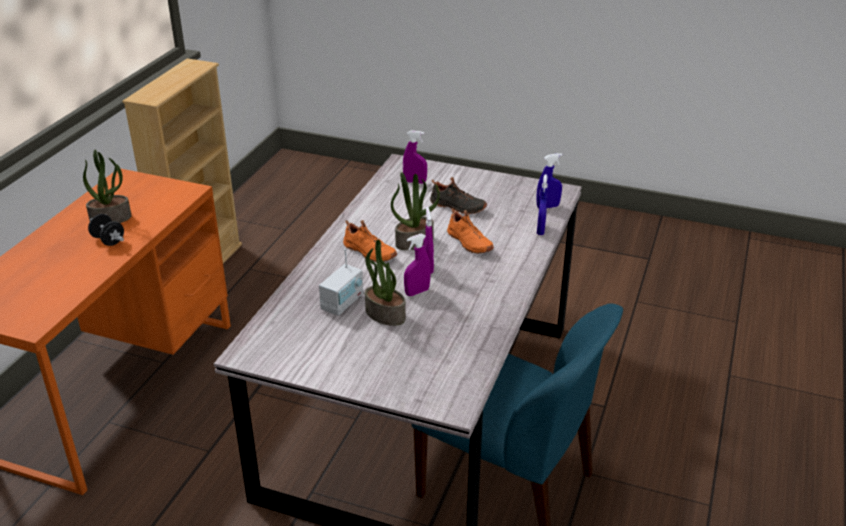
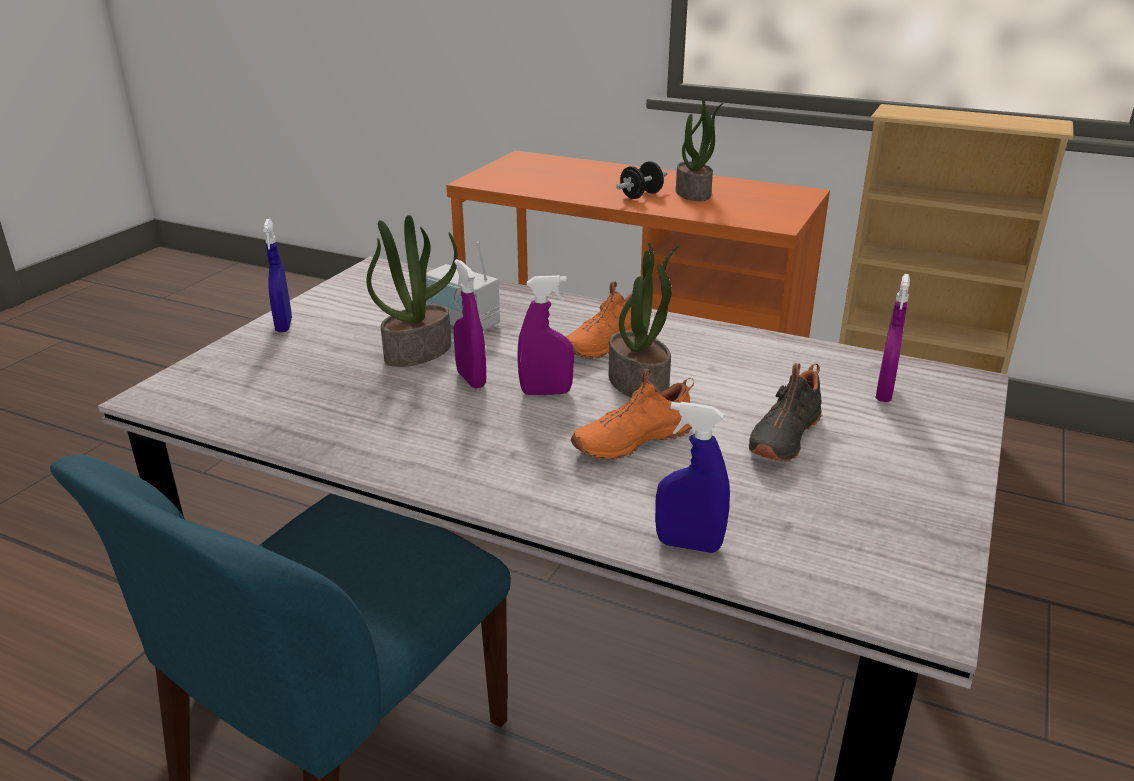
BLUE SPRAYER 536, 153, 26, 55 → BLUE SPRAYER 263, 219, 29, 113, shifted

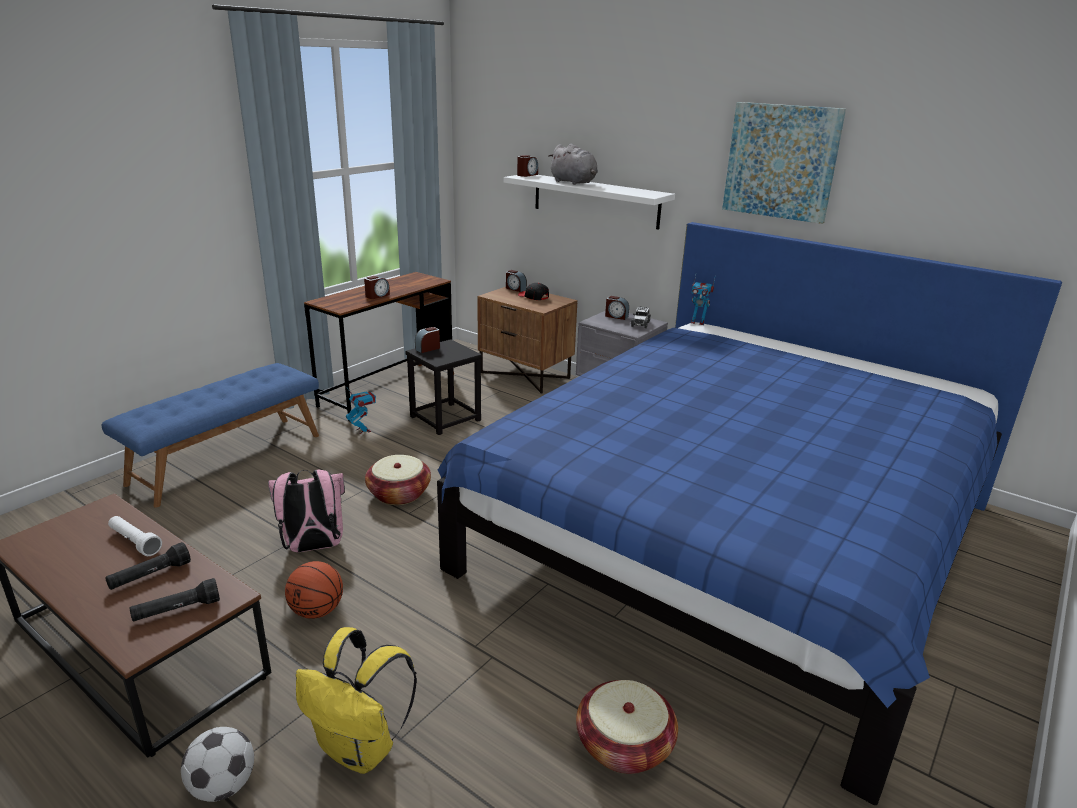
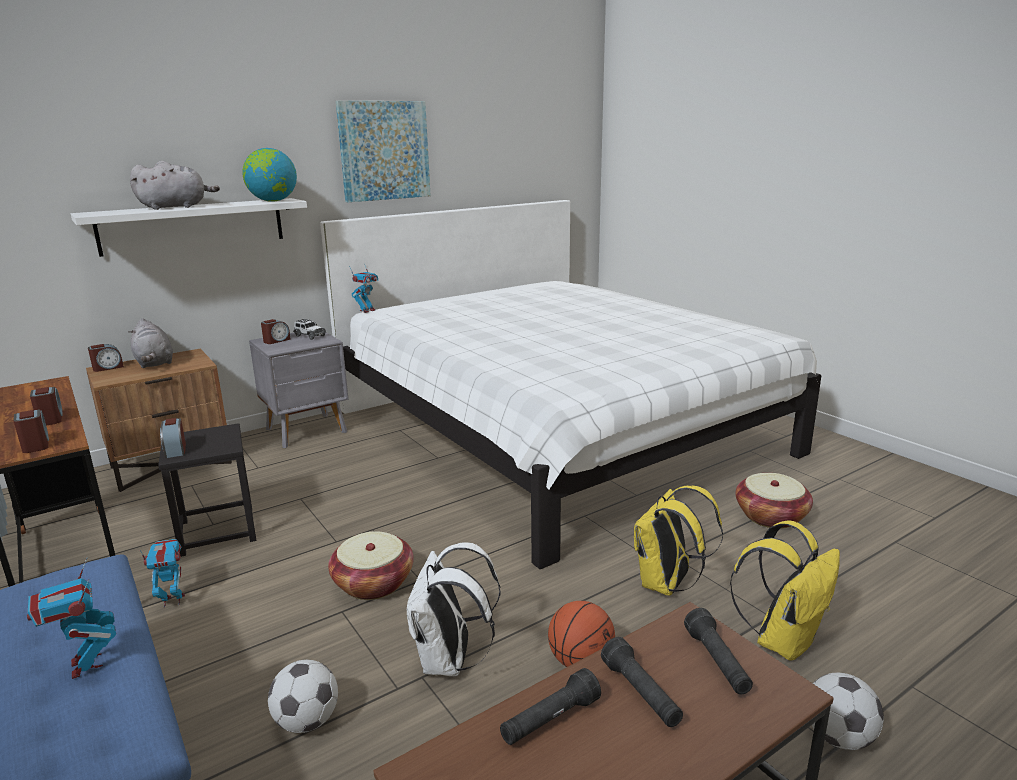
BEDSIDE CLOCK 517, 155, 21, 22 → BEDSIDE CLOCK 13, 409, 36, 44, shifted
- → MODEL ROBOT 27, 557, 89, 122
BLACK-COLOURED PEAKED CAP 518, 283, 31, 17 → GRAY PLUSH TOY 128, 318, 45, 50
- → GLOBE 242, 148, 55, 54
- → FOOTBALL BALL 268, 660, 70, 73
BLUE BEDROOM BED 437, 222, 625, 583 → WHITE-COLOURED BEDROOM BED 320, 200, 502, 369
PINK RUCKSACK 268, 470, 77, 82 → WHITE-COLOURED RUCKSACK 407, 542, 94, 134
WHITE-COLOURED HAND TORCH 108, 516, 54, 40 → BLACK-COLOURED HAND TORCH 500, 668, 101, 77
- → YELLOWISH RUCKSACK 634, 485, 89, 111

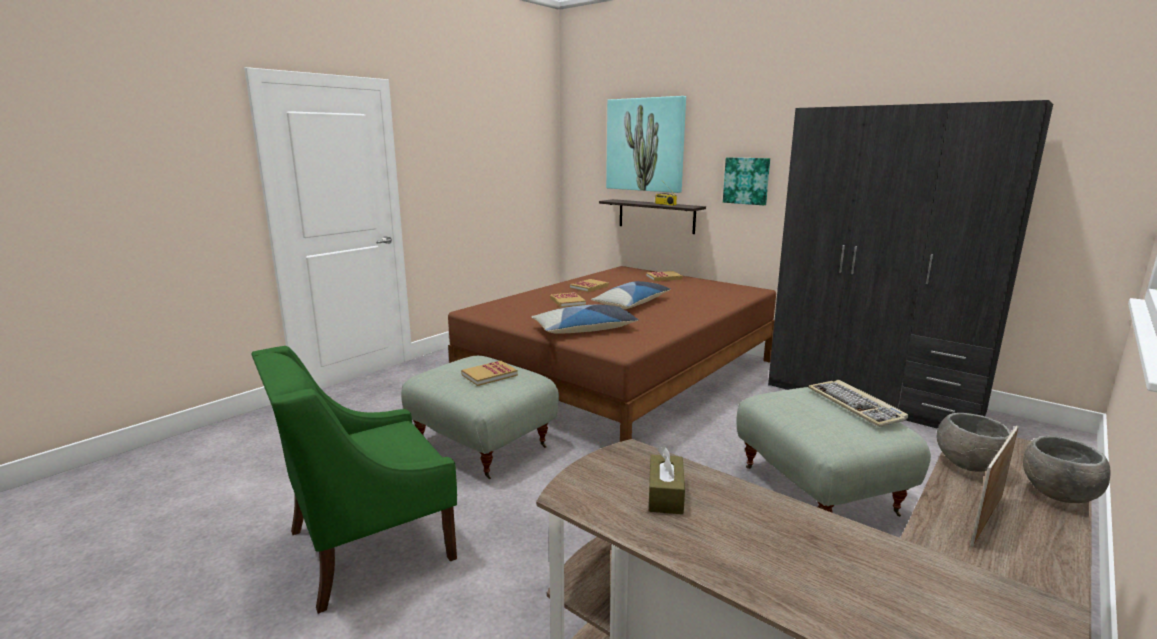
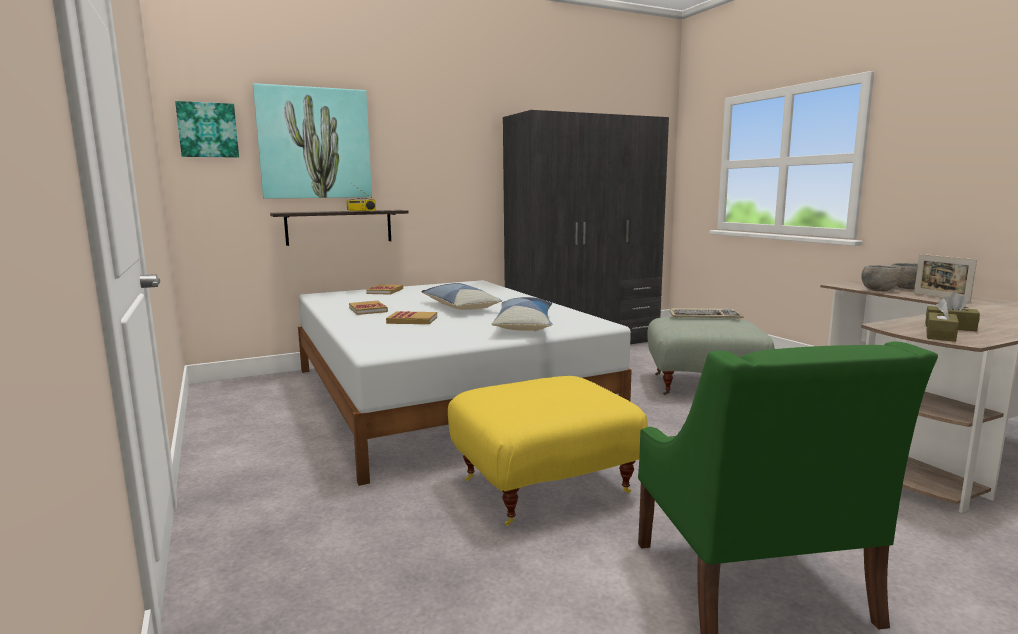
WALL ART 723, 157, 47, 48 → WALL ART 175, 101, 64, 57, shifted
BROWN BEDROOM BED 448, 266, 328, 176 → WHITE-COLOURED BEDROOM BED 298, 280, 334, 206
GRAY POUFFE 401, 356, 158, 123 → YELLOWISH POUFFE 448, 376, 200, 150
- → BROWN BOX OF TISSUES 926, 298, 33, 44
BOUND BOOK 461, 361, 57, 25 → -

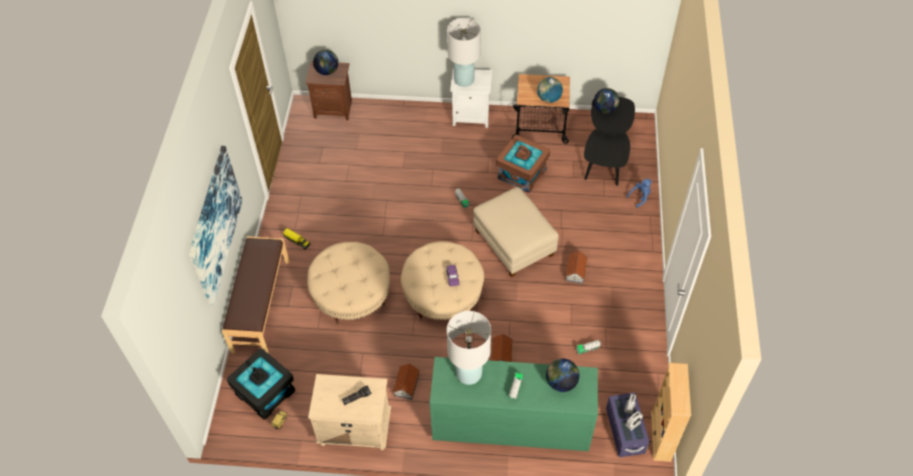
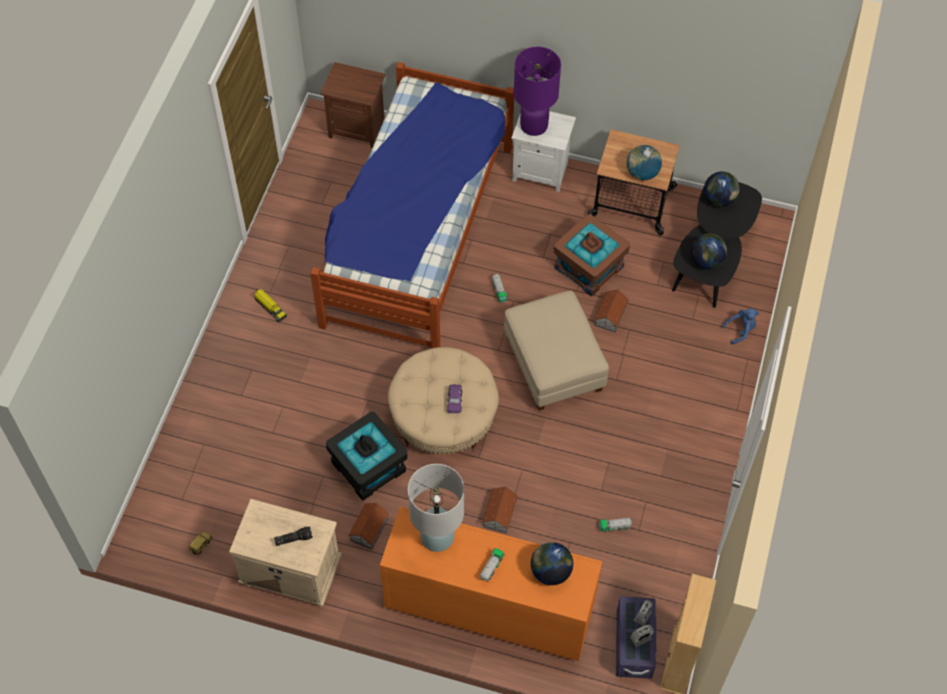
- → BEDROOM BED 310, 62, 204, 286
BLACK-COLOURED STORAGE BIN 227, 349, 68, 71 → BLACK-COLOURED STORAGE BIN 326, 412, 81, 89, shifted
GREENISH DRESSER 430, 357, 168, 94 → ORANGE DRESSER 380, 507, 222, 154
WHITE-COLOURED TABLETOP LAMP 447, 18, 34, 69 → PURPLISH TABLETOP LAMP 514, 47, 47, 89
MODEL HOUSE 566, 250, 21, 34 → MODEL HOUSE 594, 289, 35, 43, shifted
GLOBE 313, 50, 25, 25 → GLOBE 691, 234, 36, 36, shifted
WALL ART 189, 146, 54, 159 → -
BROWN LONG SEAT 222, 236, 68, 118 → -
BEIGE POUFFE 307, 242, 83, 82 → -

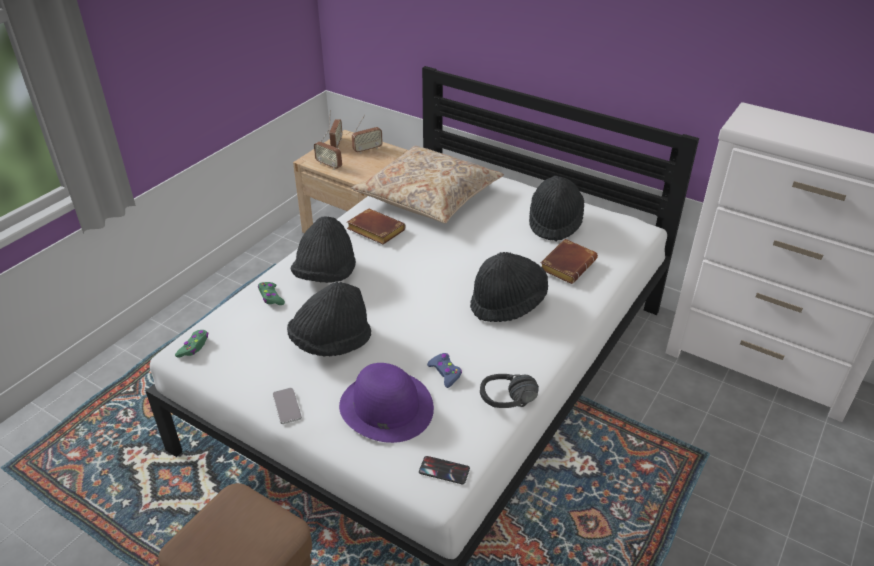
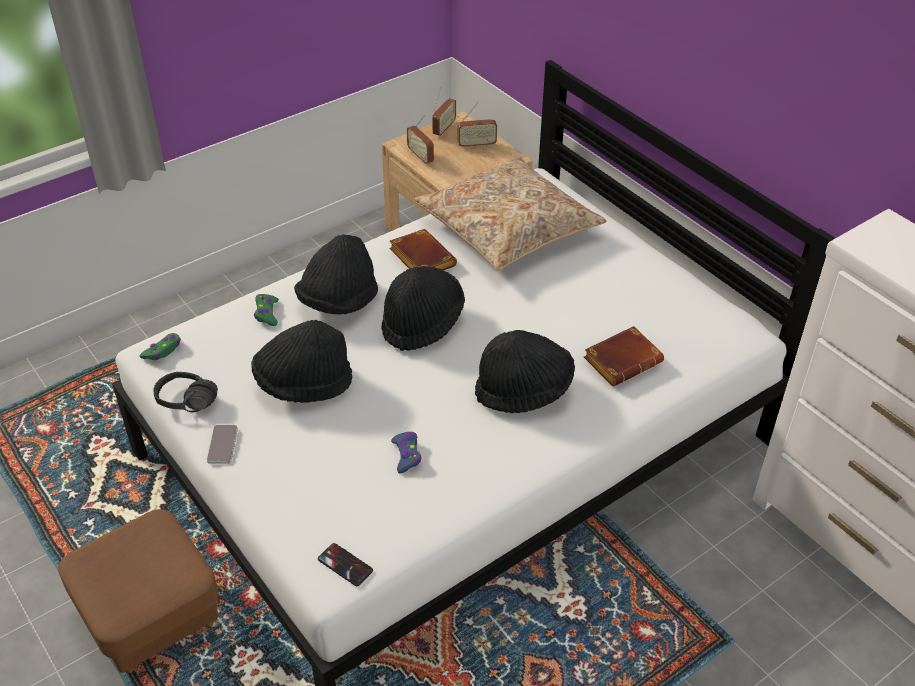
BLACK-COLOURED HEADPHONES 480, 374, 59, 34 → BLACK-COLOURED HEADPHONES 153, 372, 65, 40, shifted
BLACK-COLOURED WEARABLE HAT 529, 176, 55, 65 → BLACK-COLOURED WEARABLE HAT 382, 266, 83, 85, shifted
PURPLISH WEARABLE HAT 339, 363, 95, 80 → -

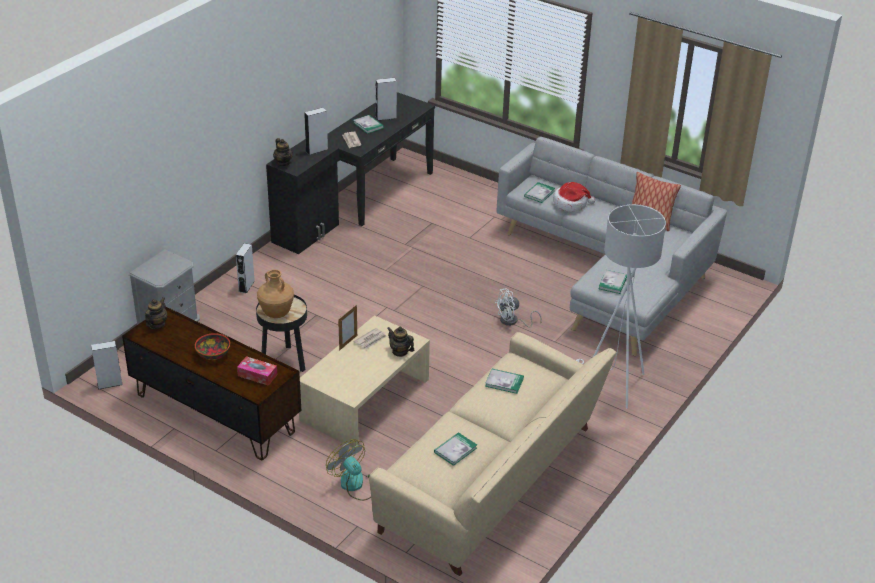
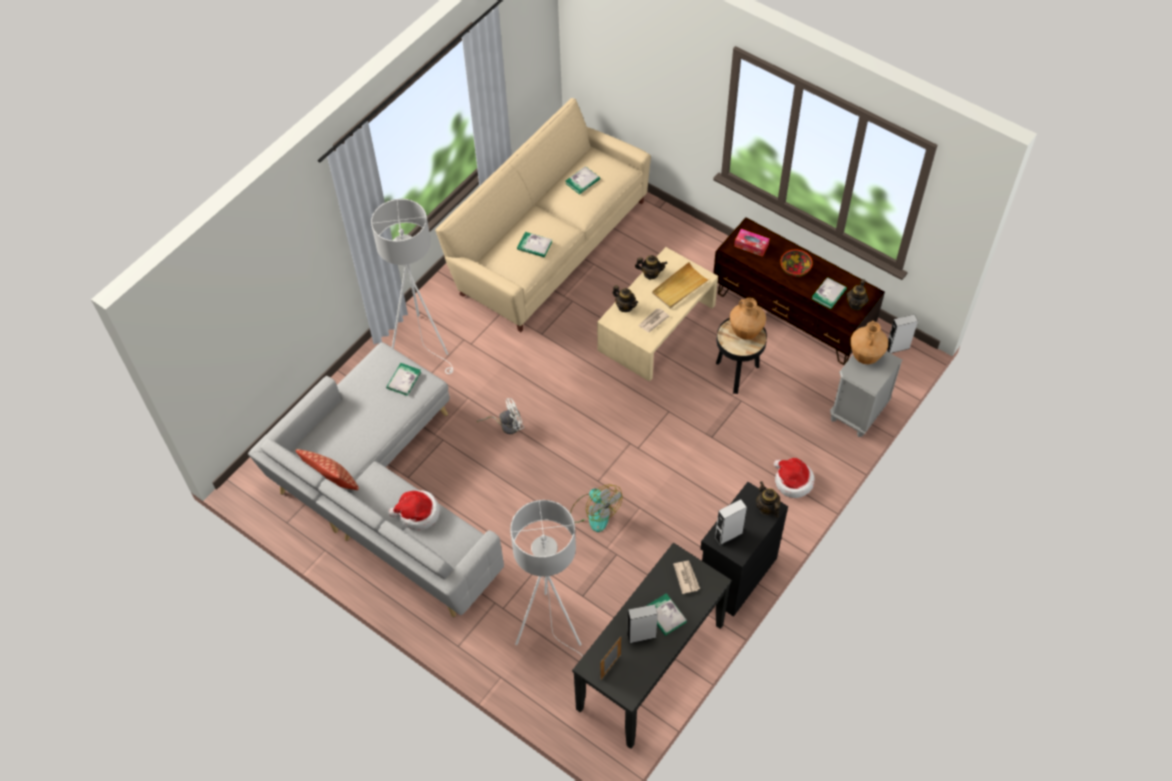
- → WHITE-COLOURED STANDARD LAMP 510, 500, 73, 156
COOLING FAN 326, 439, 45, 62 → COOLING FAN 570, 484, 52, 48, shifted
STANDING FRAME 338, 305, 19, 45 → STANDING FRAME 600, 637, 21, 43, shifted
- → TEAPOT 635, 255, 32, 24
- → BEIGE SERVING TRAY 652, 262, 57, 47
GRAY AUDIO SPEAKER 236, 243, 19, 50 → WEARABLE HAT 774, 458, 40, 40
BOUND BOOK 524, 182, 31, 21 → BOUND BOOK 812, 277, 35, 32, shifted
- → BROWN FLOWER VASE 851, 321, 37, 43

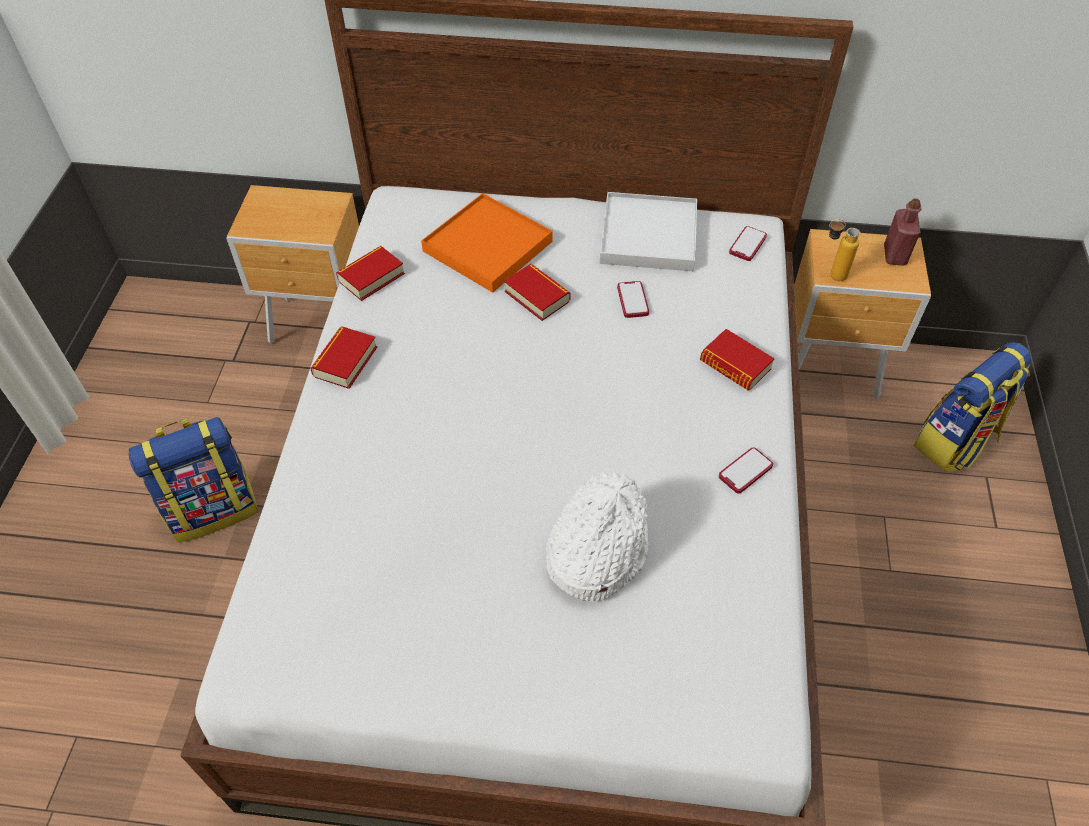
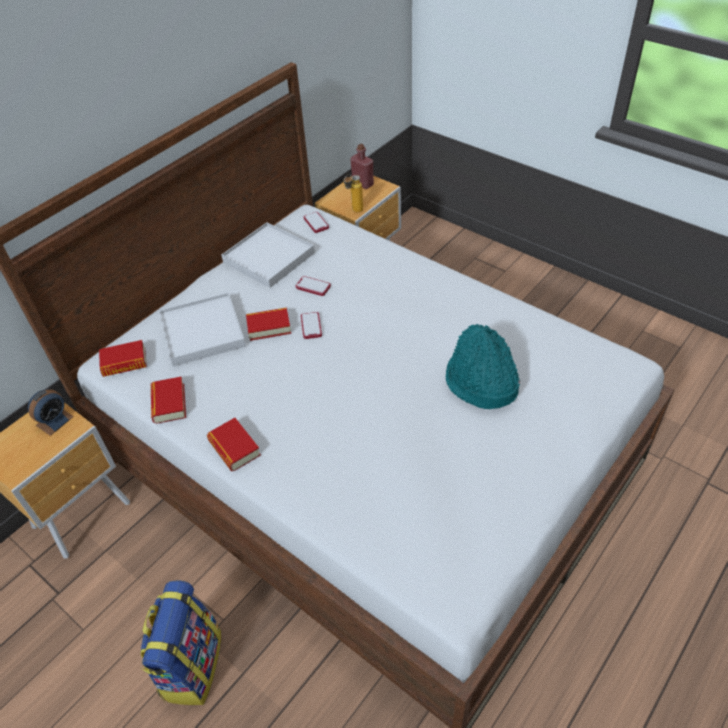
- → BEDSIDE CLOCK 28, 389, 46, 47
BOUND BOOK 700, 329, 75, 62 → BOUND BOOK 99, 340, 48, 37, shifted
ORANGE SERVING TRAY 421, 193, 132, 100 → WHITE-COLOURED SERVING TRAY 159, 292, 87, 74
PHONE 719, 447, 54, 47 → PHONE 301, 312, 21, 27, shifted
WHITE-COLOURED WEARABLE HAT 546, 472, 103, 130 → TURQUOISE WEARABLE HAT 445, 324, 75, 85
RUCKSACK 914, 342, 117, 130 → -

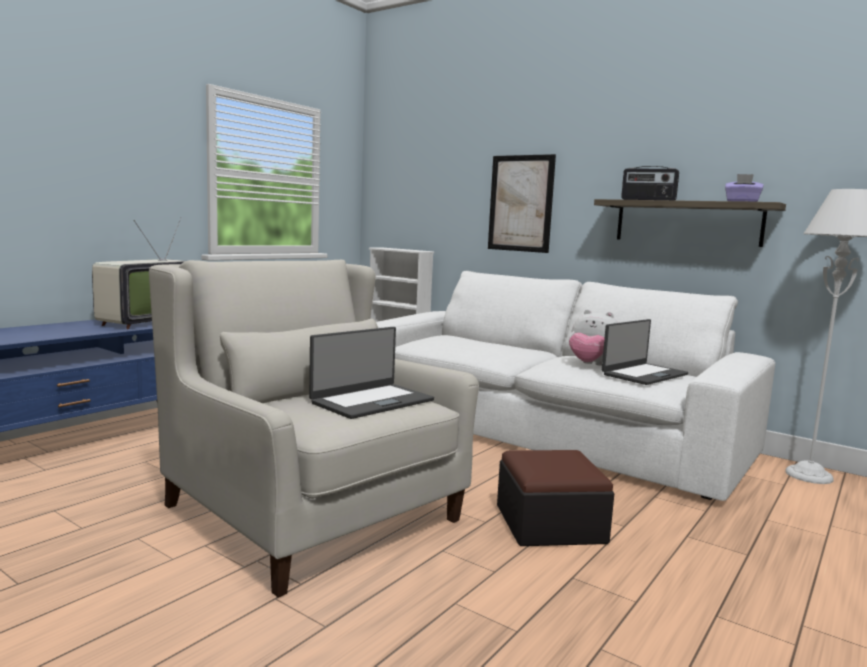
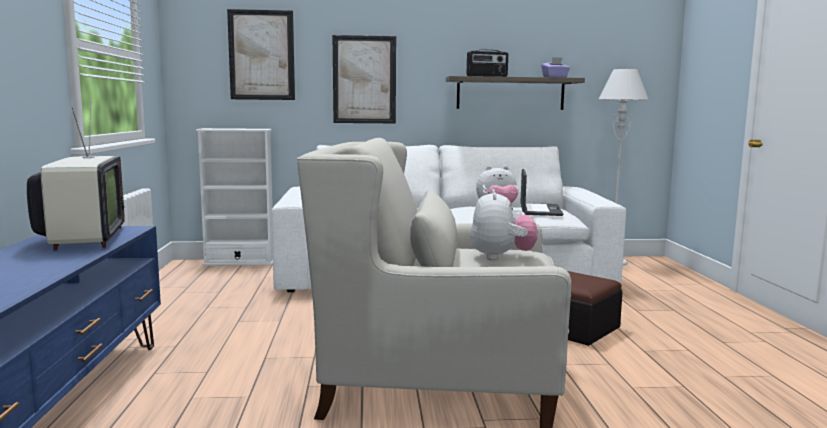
- → WALL ART 227, 9, 68, 91
PORTABLE COMPUTER 309, 327, 125, 92 → PLUSH TOY 470, 189, 68, 71

